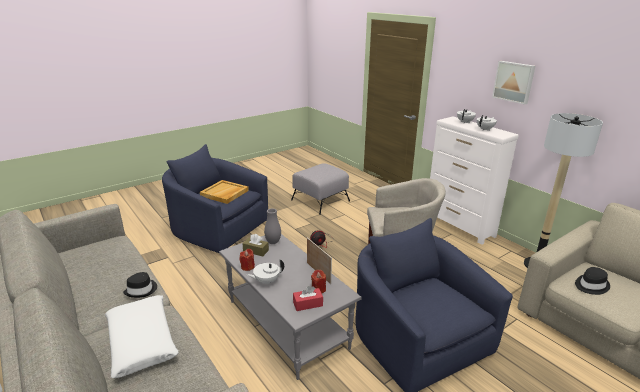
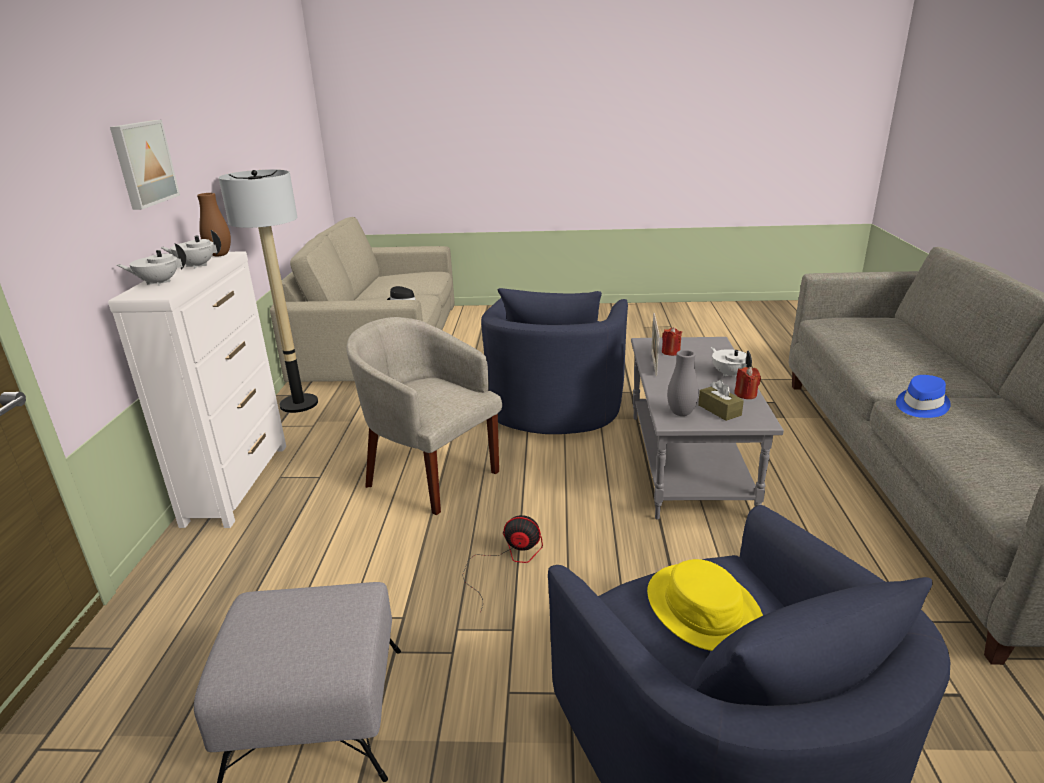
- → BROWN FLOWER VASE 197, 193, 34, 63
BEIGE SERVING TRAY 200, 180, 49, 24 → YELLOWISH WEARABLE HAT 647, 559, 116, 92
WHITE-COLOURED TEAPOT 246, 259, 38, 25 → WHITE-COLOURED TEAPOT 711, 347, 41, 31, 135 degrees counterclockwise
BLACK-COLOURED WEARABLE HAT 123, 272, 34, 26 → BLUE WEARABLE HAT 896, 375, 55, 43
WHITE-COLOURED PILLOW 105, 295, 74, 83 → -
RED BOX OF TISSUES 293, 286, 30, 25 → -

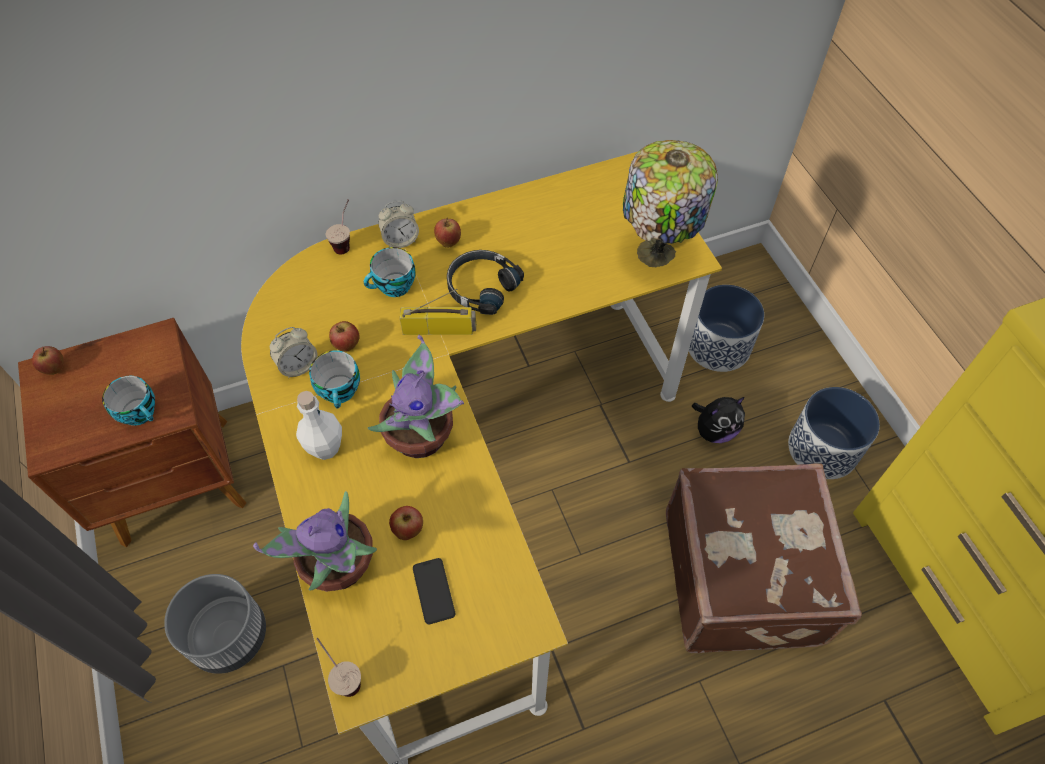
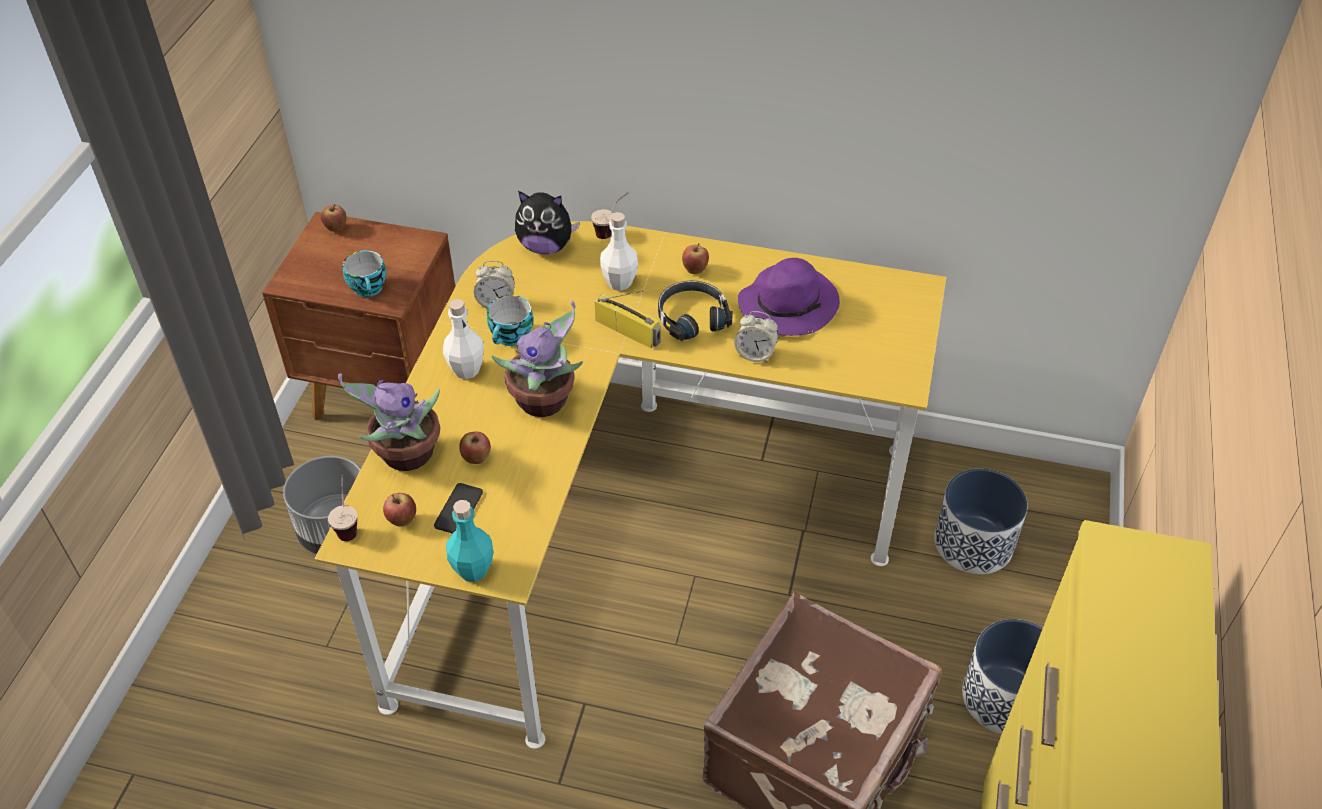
APPLE FRUIT 329, 321, 30, 31 → APPLE FRUIT 383, 493, 33, 34, shifted
- → TURQUOISE BEVERAGE BOTTLE 446, 500, 47, 82
PLUSH TOY 692, 397, 53, 46 → PLUSH TOY 515, 191, 65, 63, shifted
SMALL CUP 364, 247, 52, 50 → WHITE-COLOURED BEVERAGE BOTTLE 600, 212, 38, 79
BEDSIDE CLOCK 378, 201, 41, 47 → BEDSIDE CLOCK 734, 311, 44, 52, shifted
- → PURPLISH WEARABLE HAT 738, 258, 102, 78
TABLETOP LAMP 623, 140, 95, 127 → -

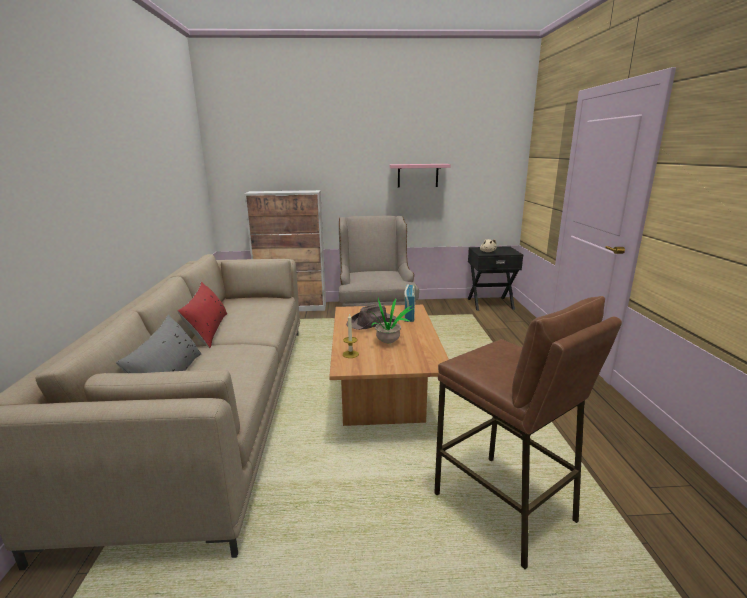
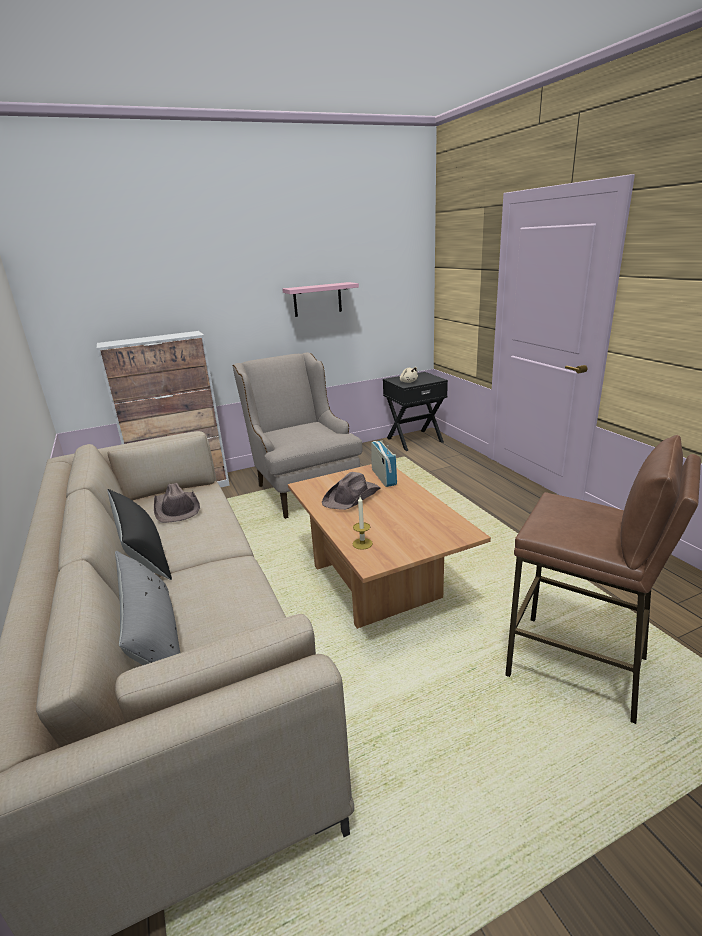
RED PILLOW 178, 282, 49, 66 → BLACK-COLOURED PILLOW 107, 489, 65, 91
- → BROWN WEARABLE HAT 154, 483, 46, 40
POTTED PLANT 369, 298, 45, 45 → -

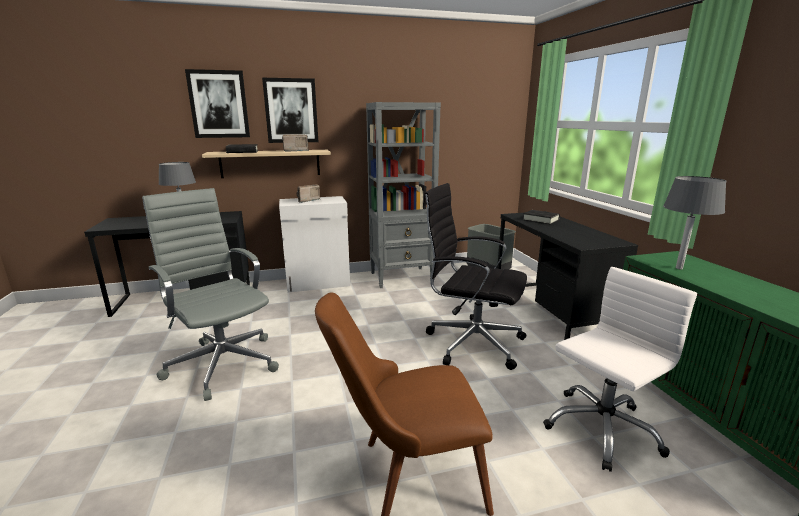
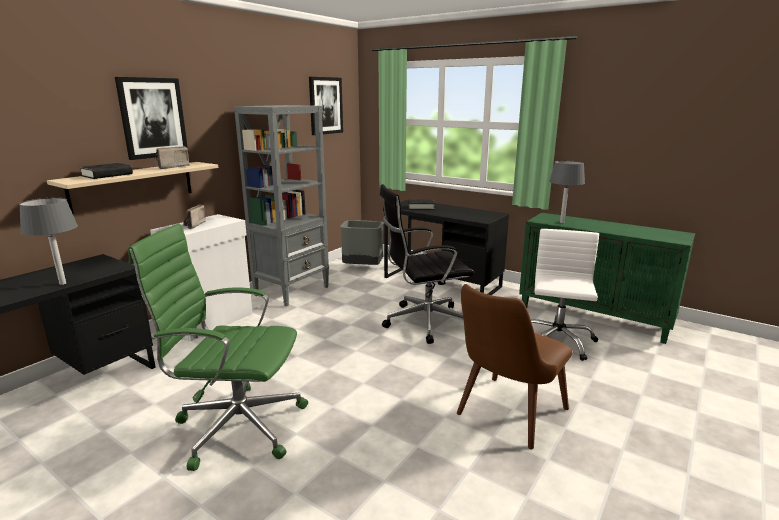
GRAY DESK CHAIR 142, 188, 137, 213 → GREENISH DESK CHAIR 128, 224, 180, 247
WALL ART 185, 69, 65, 69 → WALL ART 309, 77, 34, 58, shifted

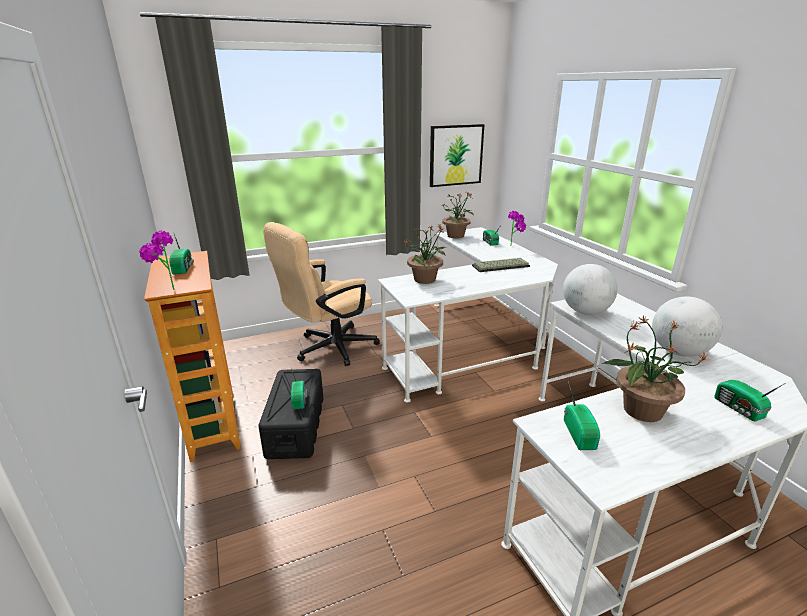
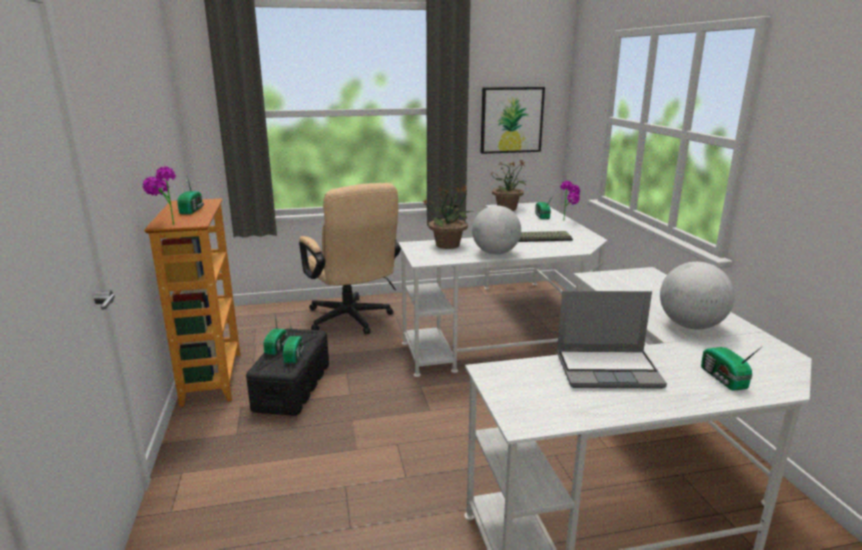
RADIO SET 564, 381, 36, 69 → RADIO SET 263, 316, 24, 39, shifted
BEIGE DESK CHAIR 263, 222, 117, 144 → BEIGE DESK CHAIR 299, 183, 102, 152, 90 degrees counterclockwise
GLOBE 563, 264, 55, 51 → GLOBE 472, 206, 49, 49, shifted
POTTED PLANT 602, 316, 105, 106 → PORTABLE COMPUTER 557, 291, 110, 97

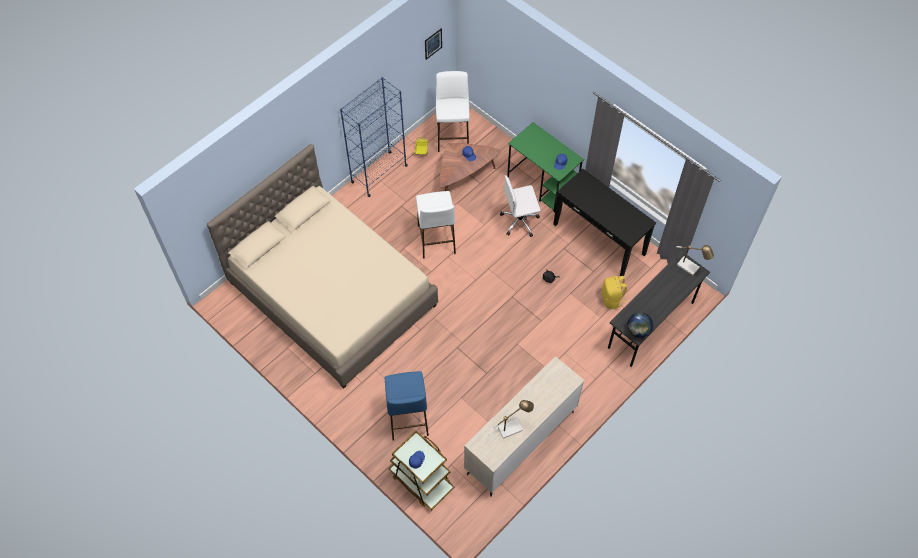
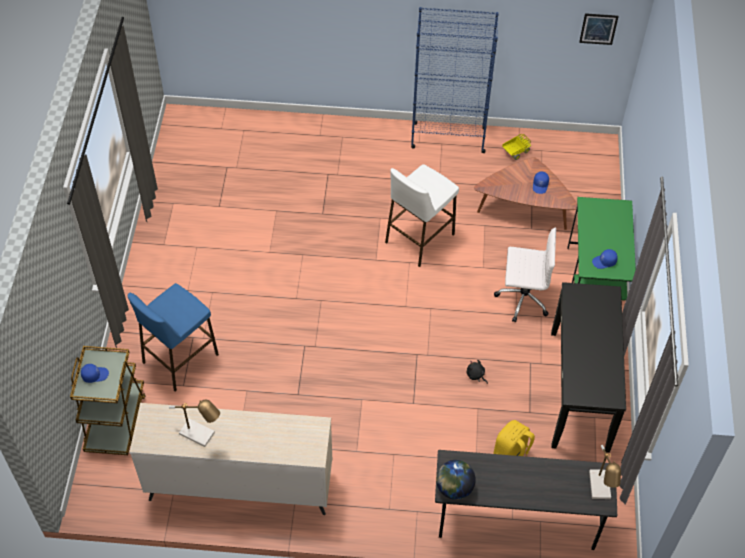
WHITE-COLOURED DESK CHAIR 500, 175, 41, 62 → WHITE-COLOURED DESK CHAIR 494, 227, 62, 96, 150 degrees clockwise
BEIGE BEDROOM BED 207, 144, 231, 244 → -
WHITE-COLOURED SITTING STOOL 436, 71, 33, 81 → -

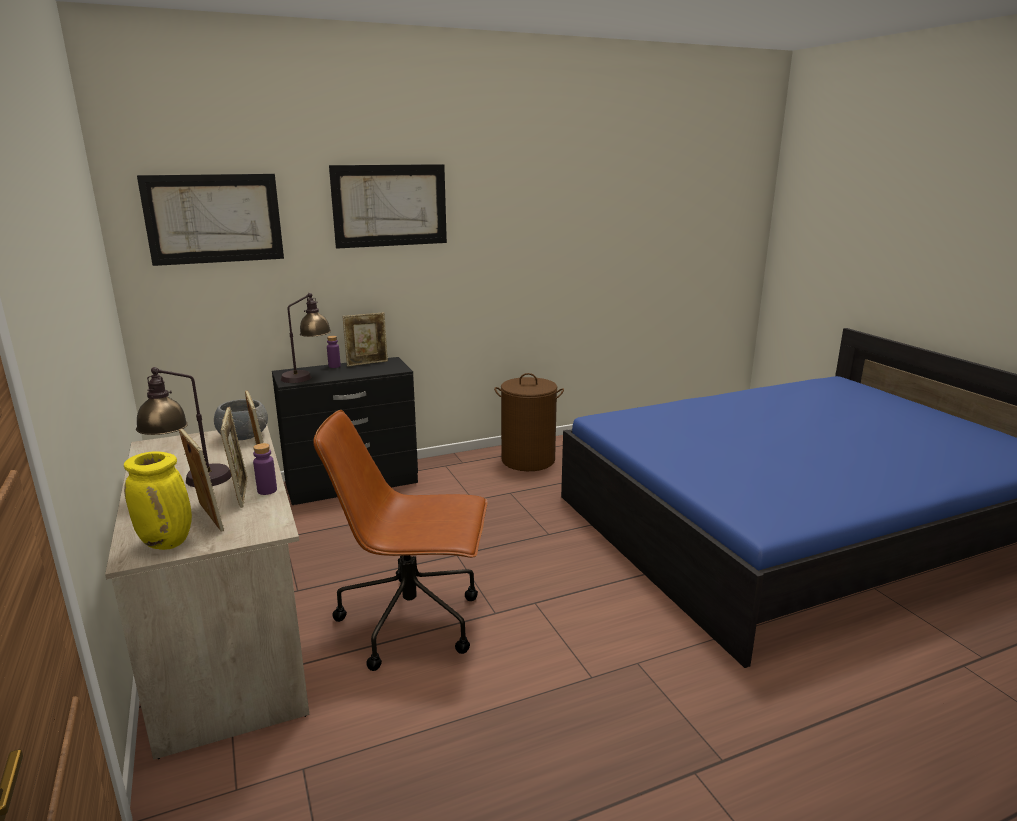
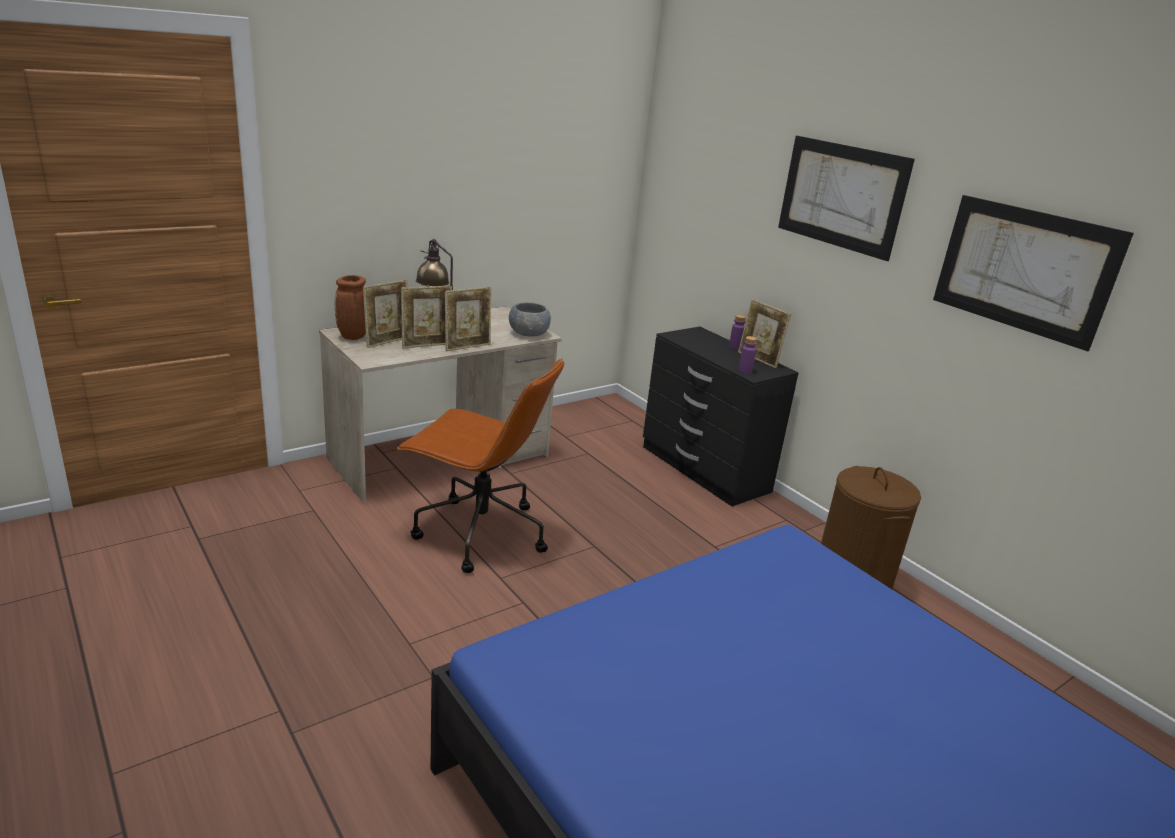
YELLOWISH FLOWER VASE 124, 451, 68, 99 → BROWN FLOWER VASE 334, 275, 32, 65
BROWN DESK CHAIR 313, 410, 174, 261 → BROWN DESK CHAIR 397, 358, 167, 215, 120 degrees clockwise
PURPLISH BEVERAGE BOTTLE 253, 443, 24, 52 → PURPLISH BEVERAGE BOTTLE 738, 336, 19, 38, shifted
WALL ART 137, 174, 147, 92 → WALL ART 933, 195, 201, 156, shifted
TABLETOP LAMP 281, 293, 50, 90 → -

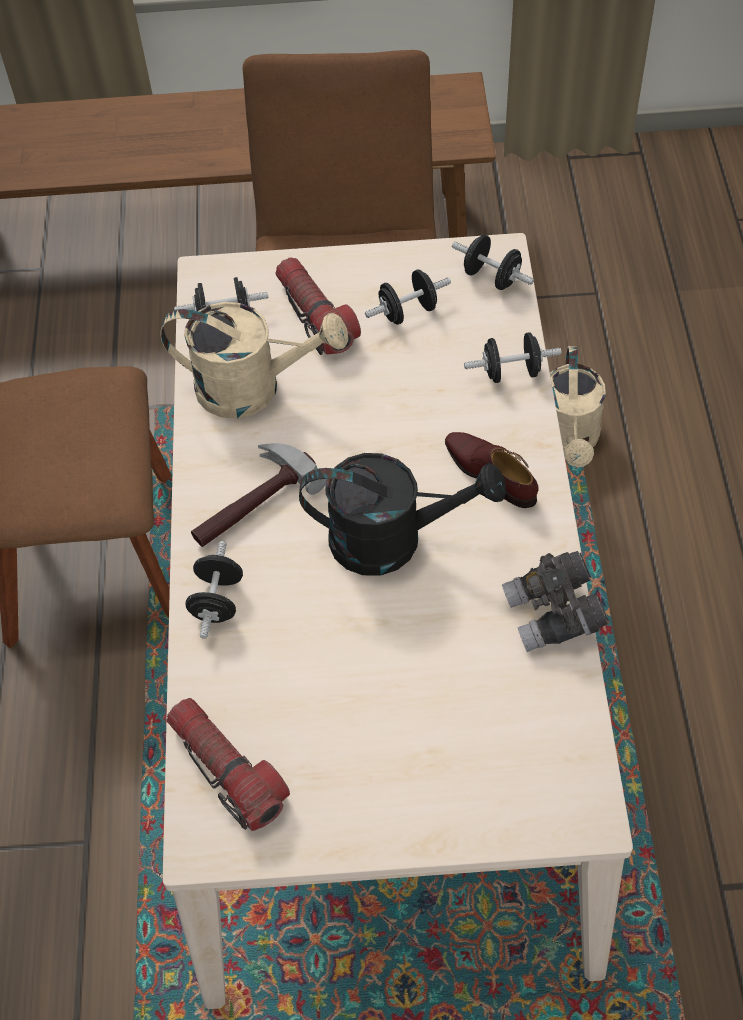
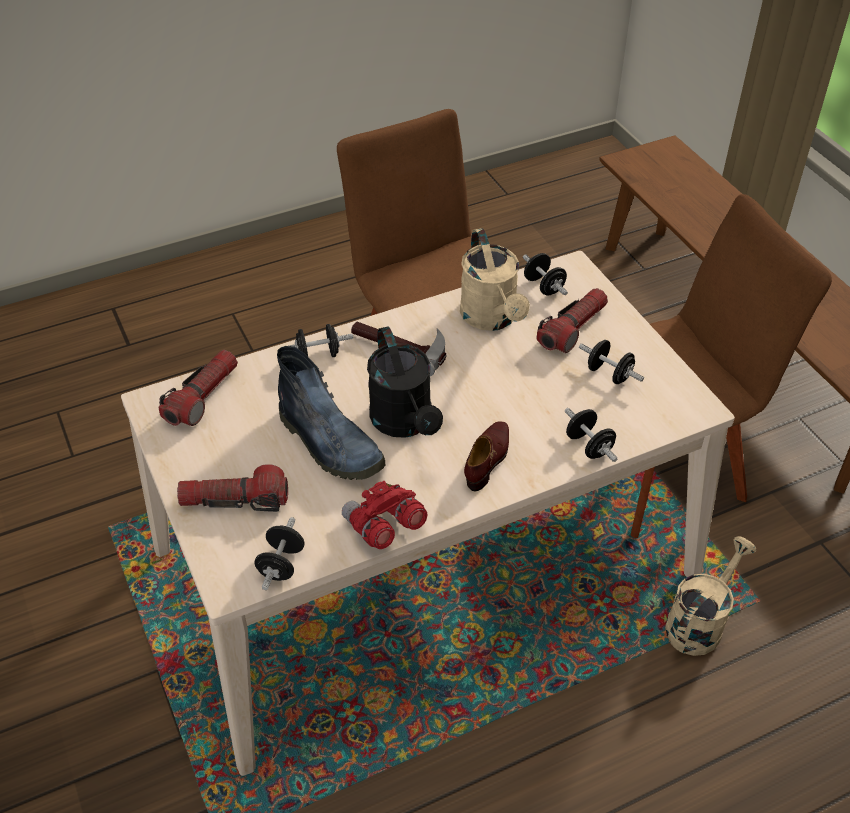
- → HAND TORCH 177, 464, 111, 48
BLACK-COLOURED FREE WEIGHT 452, 235, 82, 55 → BLACK-COLOURED FREE WEIGHT 255, 517, 49, 73, shifted
- → HIGH-TOP BOOT 277, 346, 108, 134
GRAY PAIR OF BINOCULARS 502, 551, 107, 101 → RED PAIR OF BINOCULARS 342, 481, 85, 68
BEIGE WATERING POT 550, 346, 56, 122 → BEIGE WATERING POT 665, 536, 91, 120, 150 degrees clockwise

